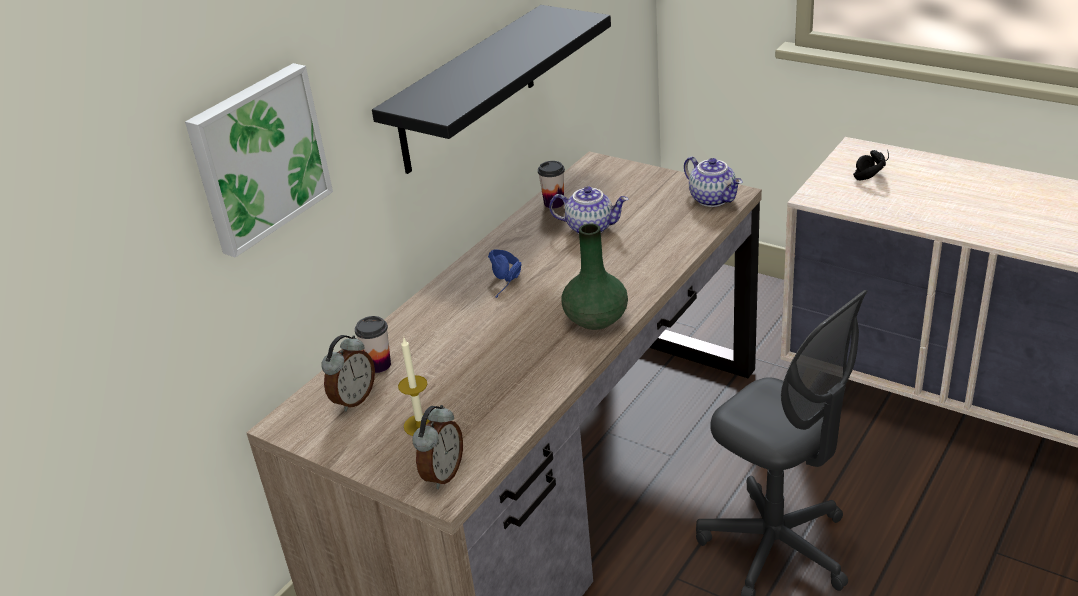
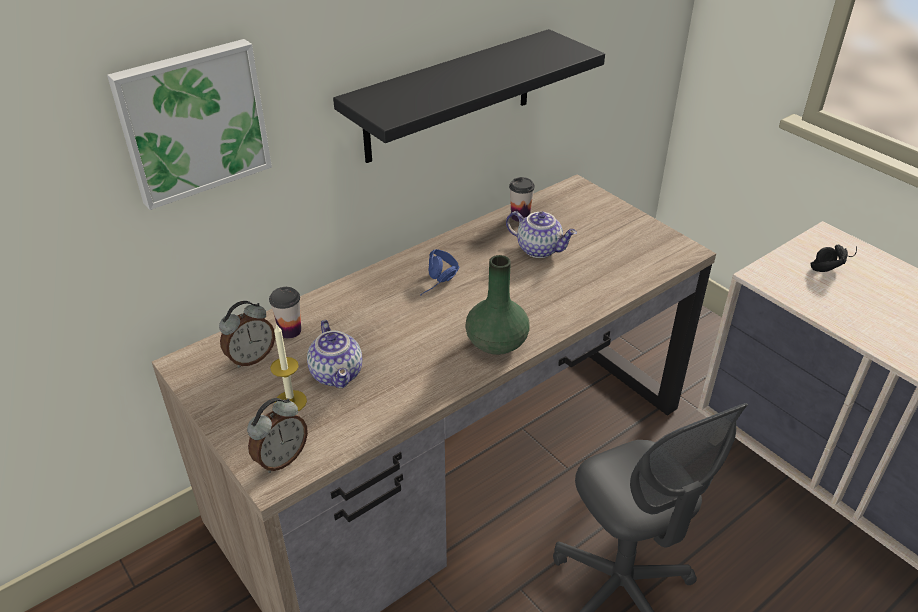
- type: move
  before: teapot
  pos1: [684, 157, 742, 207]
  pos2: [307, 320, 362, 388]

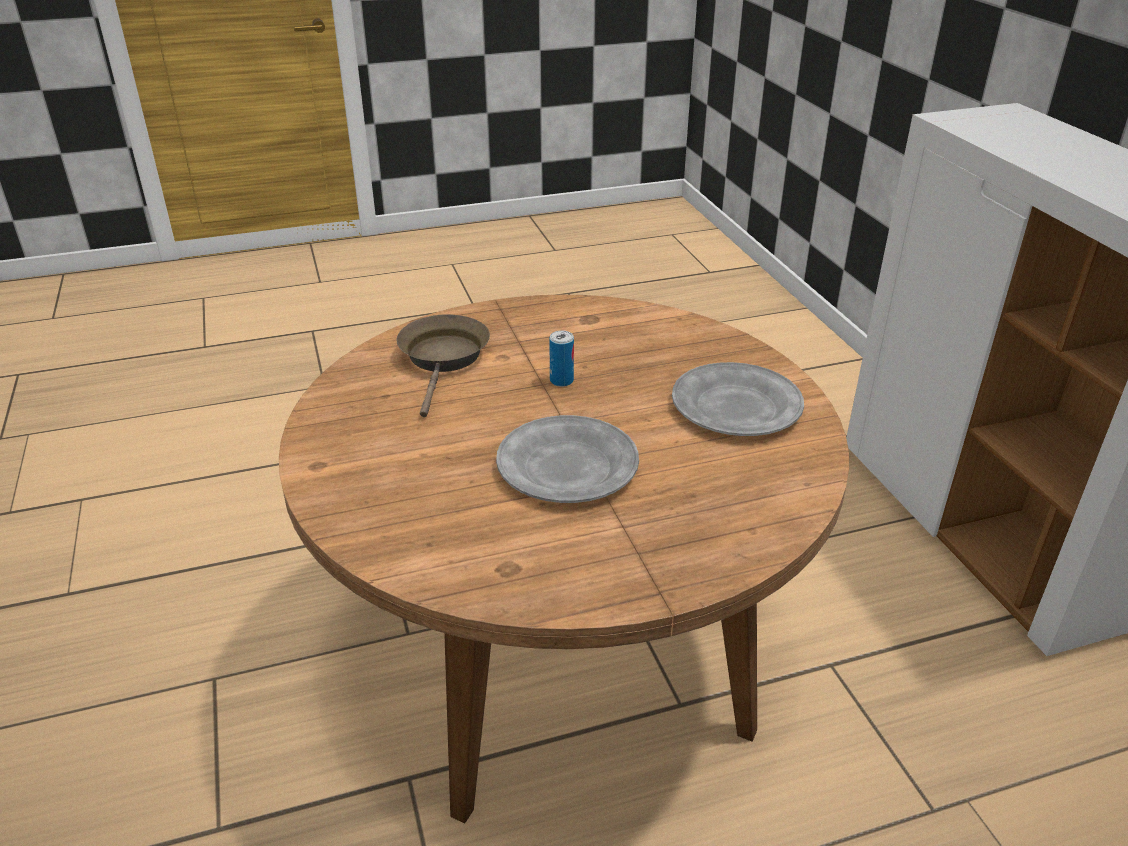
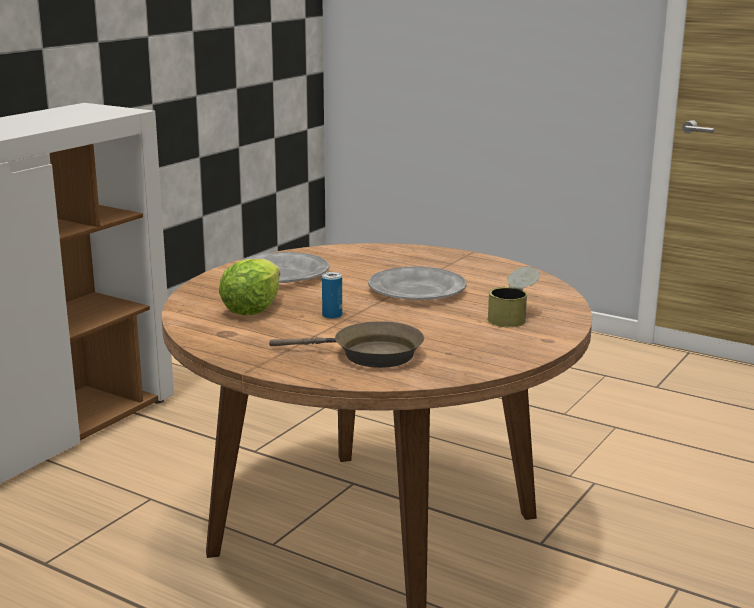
- type: rotate
  before: brown frying pan
  pos1: [396, 314, 490, 417]
  pos2: [269, 321, 424, 368]
  turn: -135
- type: insert
  after: lettuce
  pos2: [219, 259, 280, 315]
- type: insert
  after: can
  pos2: [488, 267, 540, 327]

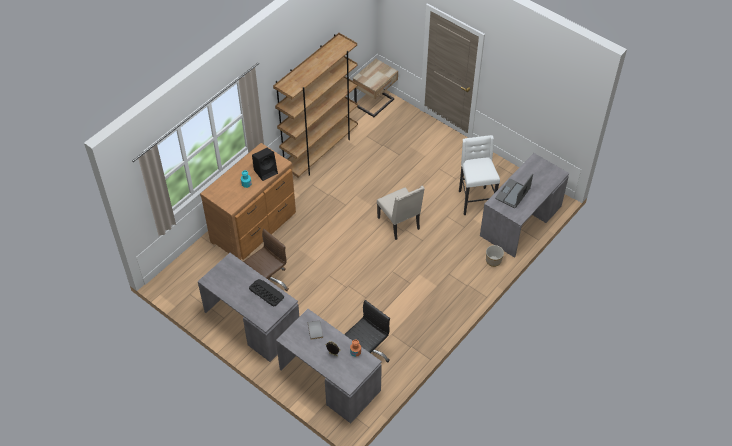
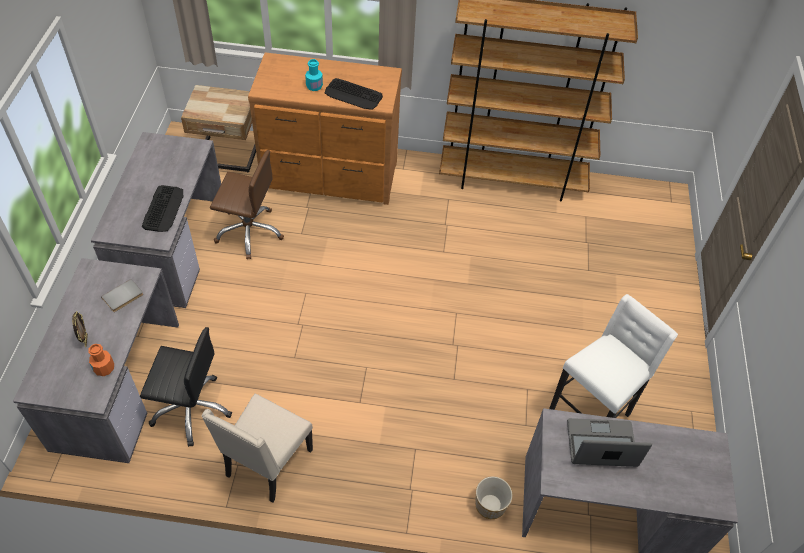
- type: replace
  before: black speaker
  after: keyboard
  pos1: [252, 148, 278, 181]
  pos2: [325, 78, 383, 110]
- type: move
  before: beige nightstand
  pos1: [353, 59, 398, 117]
  pos2: [181, 85, 256, 172]
- type: move
  before: beige chair
  pos1: [377, 186, 425, 240]
  pos2: [202, 394, 313, 503]

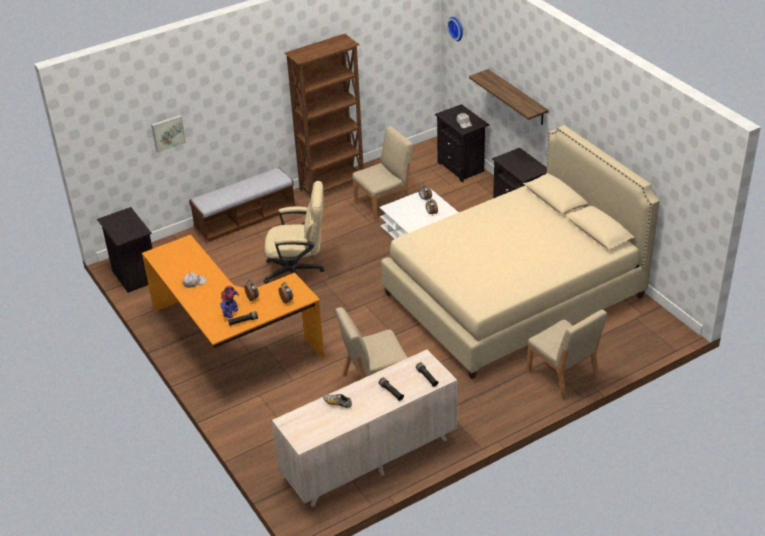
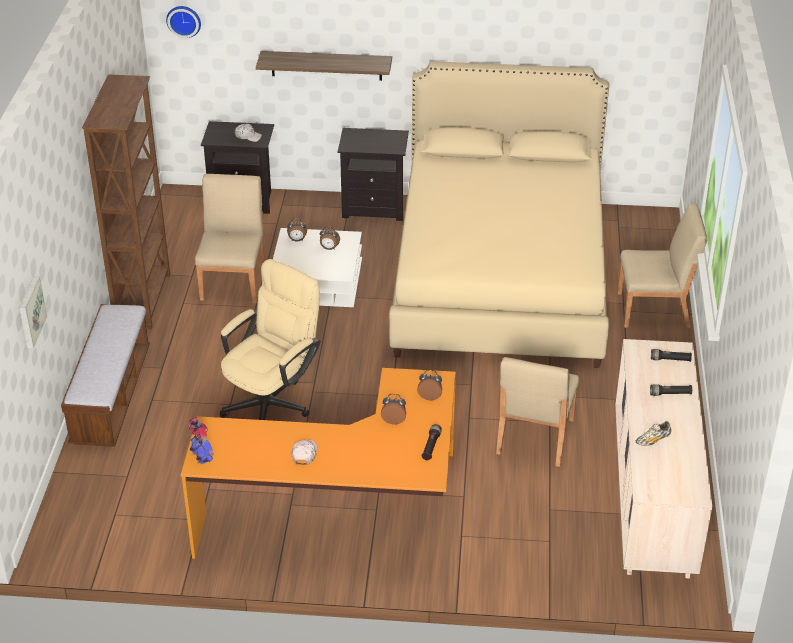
- type: delete
  before: black nightstand
  pos1: [97, 207, 153, 293]
- type: move
  before: toy robot
  pos1: [220, 286, 239, 318]
  pos2: [189, 417, 214, 464]

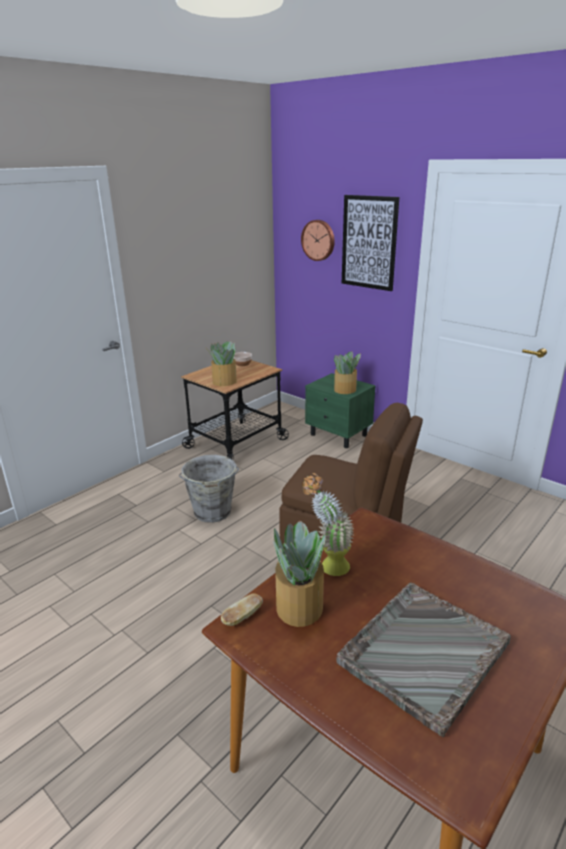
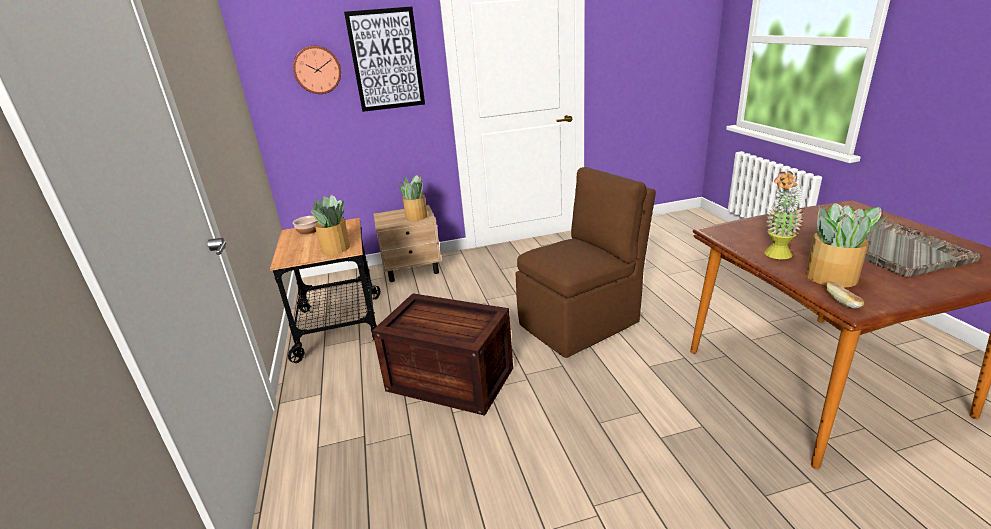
- type: replace
  before: grey bucket
  after: crate
  pos1: [179, 455, 239, 523]
  pos2: [372, 293, 513, 416]
- type: recolor
  before: green nightstand
  after: beige nightstand
  pos1: [305, 373, 376, 448]
  pos2: [374, 205, 442, 282]

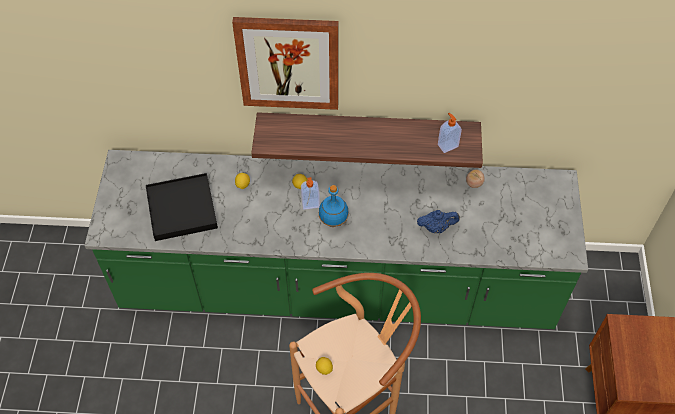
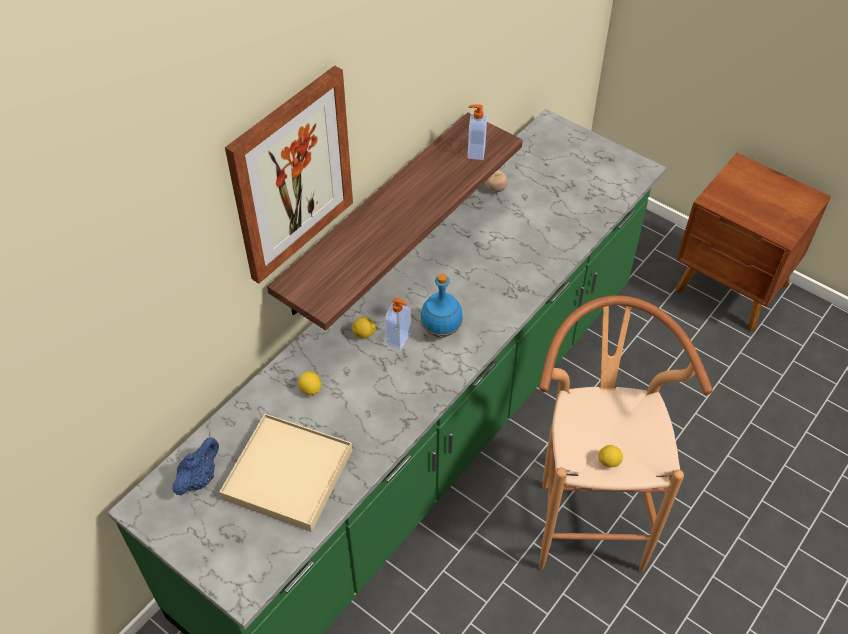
- type: recolor
  before: black tray
  after: beige tray
  pos1: [146, 173, 218, 241]
  pos2: [220, 414, 352, 532]
- type: move
  before: blue teapot
  pos1: [417, 210, 460, 233]
  pos2: [173, 437, 219, 495]

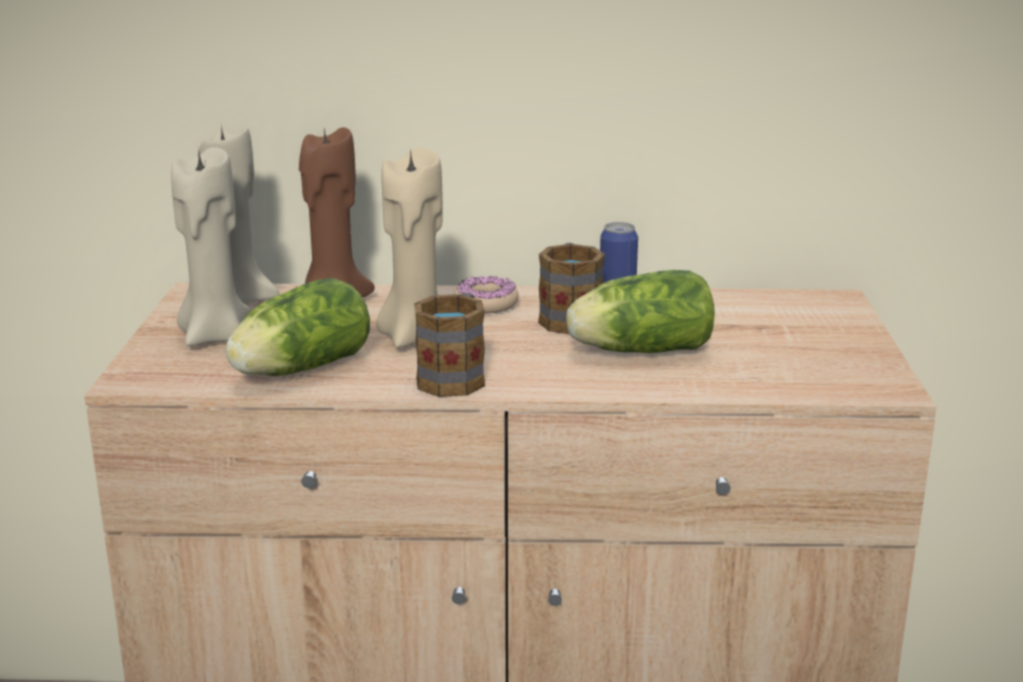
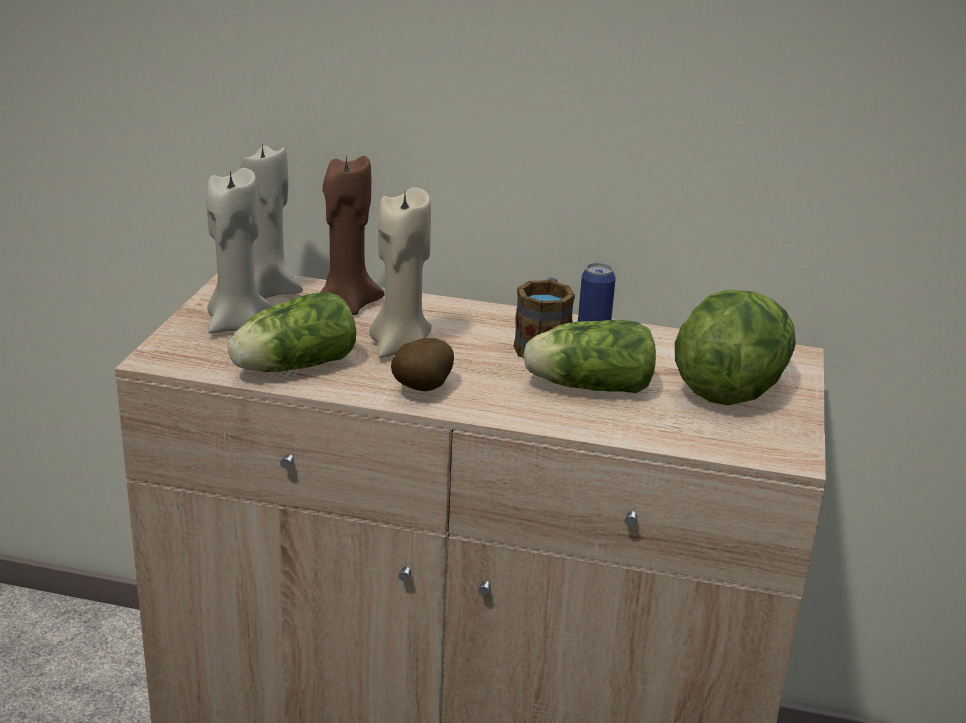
- type: replace
  before: mug
  after: potato
  pos1: [414, 293, 485, 397]
  pos2: [391, 338, 454, 391]
- type: delete
  before: donut
  pos1: [453, 276, 519, 313]
- type: insert
  after: lettuce
  pos2: [675, 290, 796, 405]

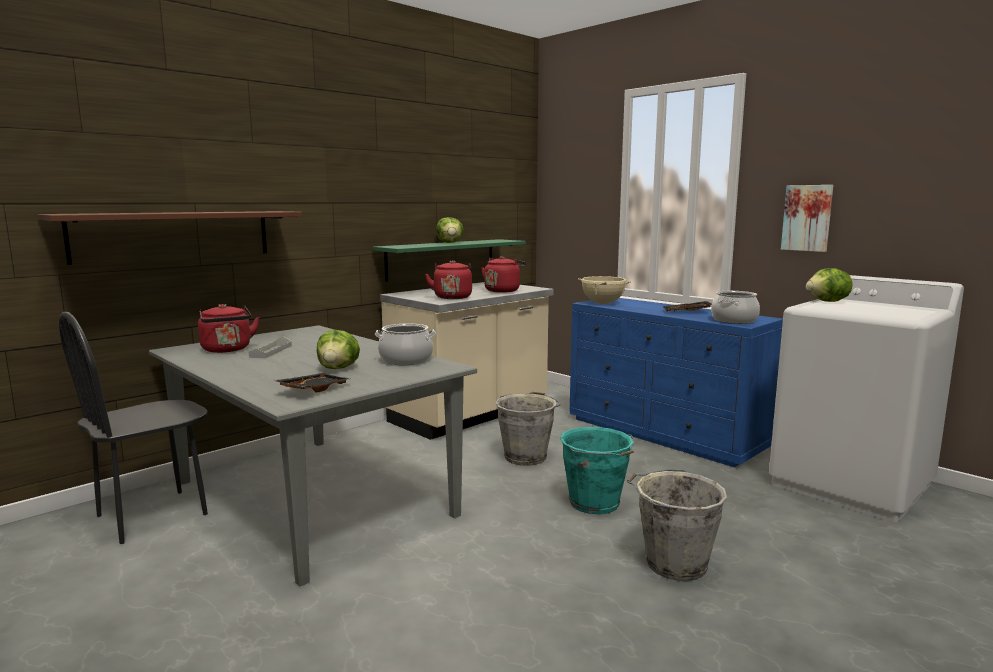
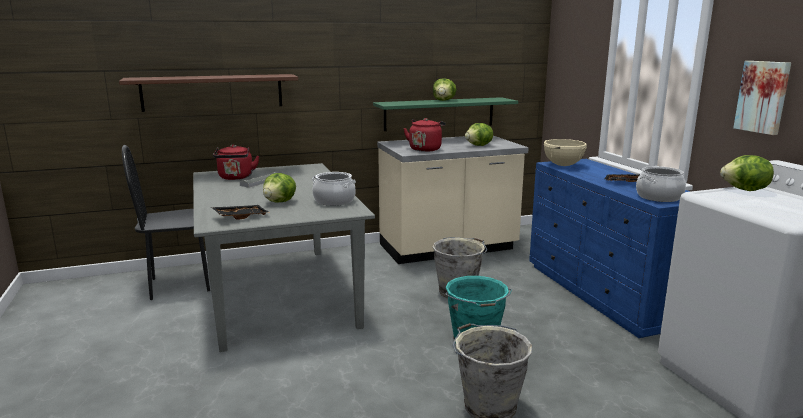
- type: replace
  before: red kettle
  after: lettuce
  pos1: [481, 256, 526, 293]
  pos2: [465, 123, 493, 146]

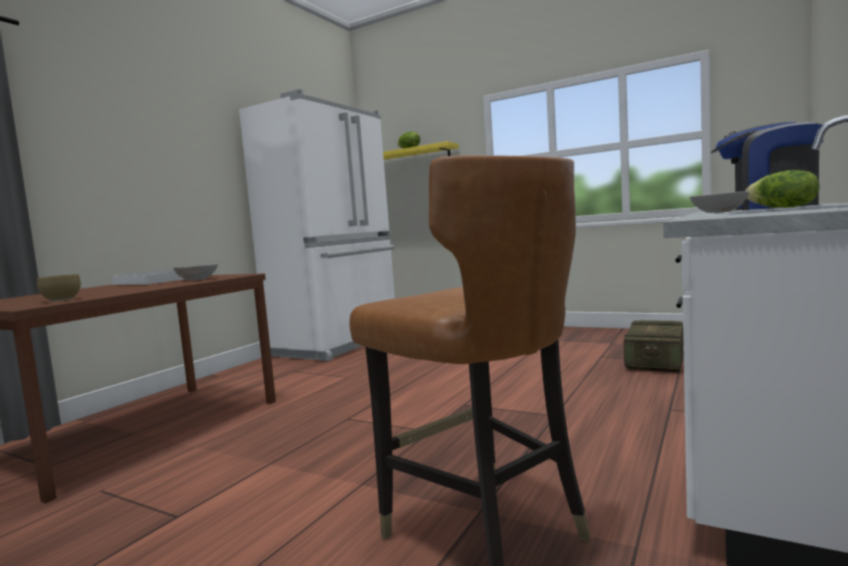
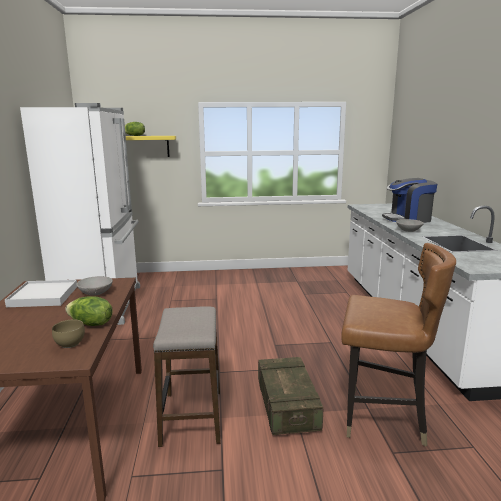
- type: move
  before: crate
  pos1: [624, 320, 683, 372]
  pos2: [258, 357, 323, 435]
- type: move
  before: lettuce
  pos1: [746, 170, 820, 208]
  pos2: [65, 296, 113, 326]
- type: insert
  after: stool
  pos2: [153, 306, 220, 447]

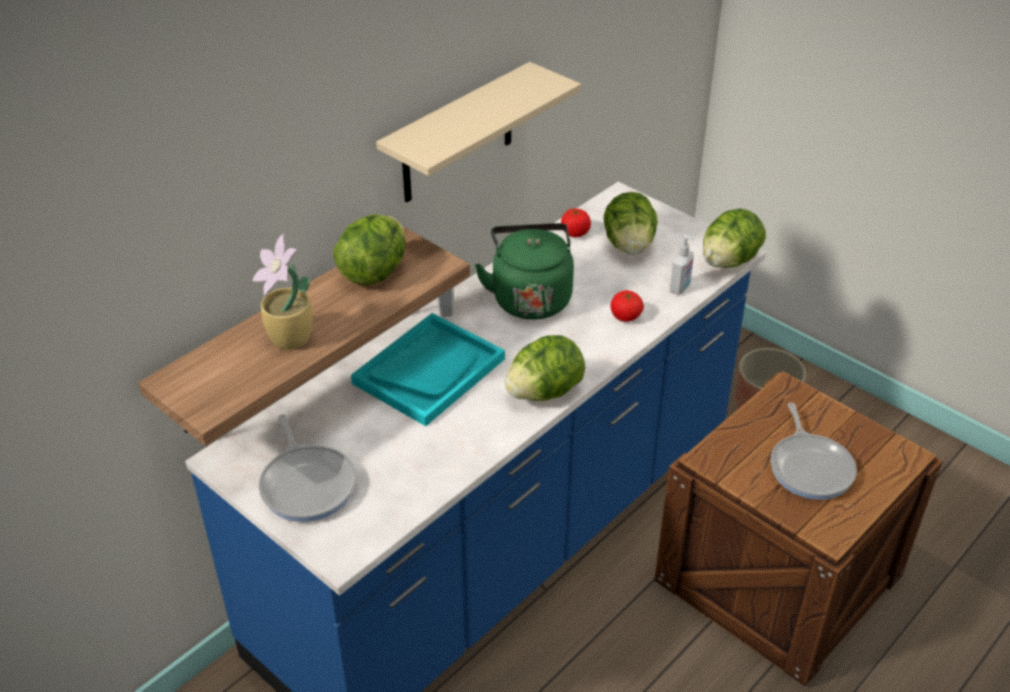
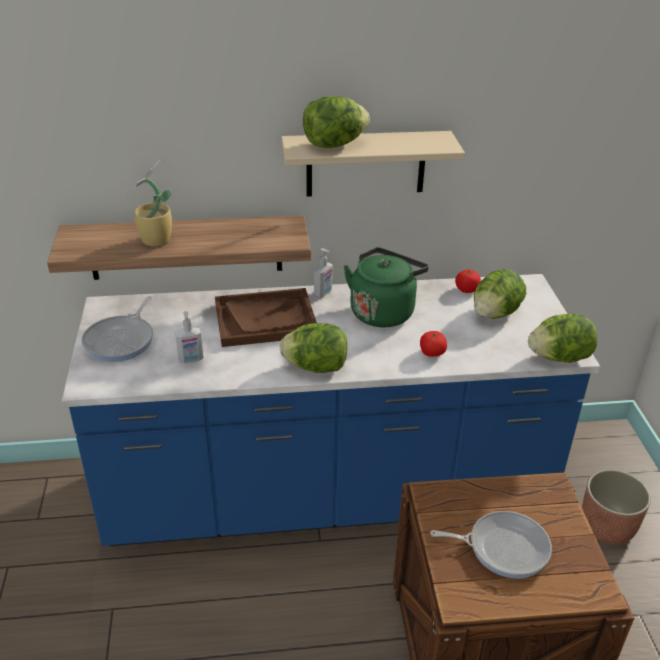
- type: move
  before: lettuce
  pos1: [333, 214, 406, 286]
  pos2: [303, 96, 370, 148]
- type: recolor
  before: turquoise tray
  after: brown tray
  pos1: [351, 313, 505, 426]
  pos2: [215, 288, 317, 347]
- type: move
  before: soap dispenser
  pos1: [670, 234, 695, 295]
  pos2: [175, 311, 203, 363]
- type: rotate
  before: frying pan
  pos1: [771, 402, 857, 500]
  pos2: [430, 511, 552, 578]
  turn: -120

